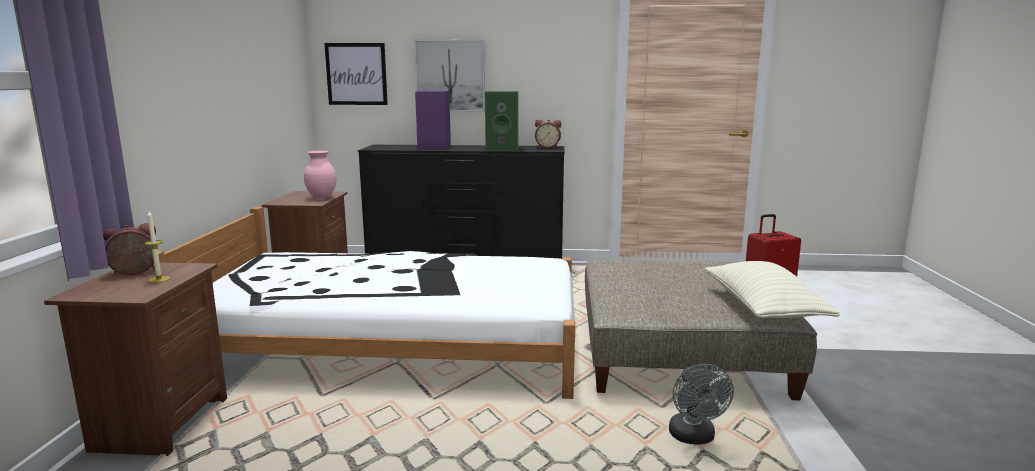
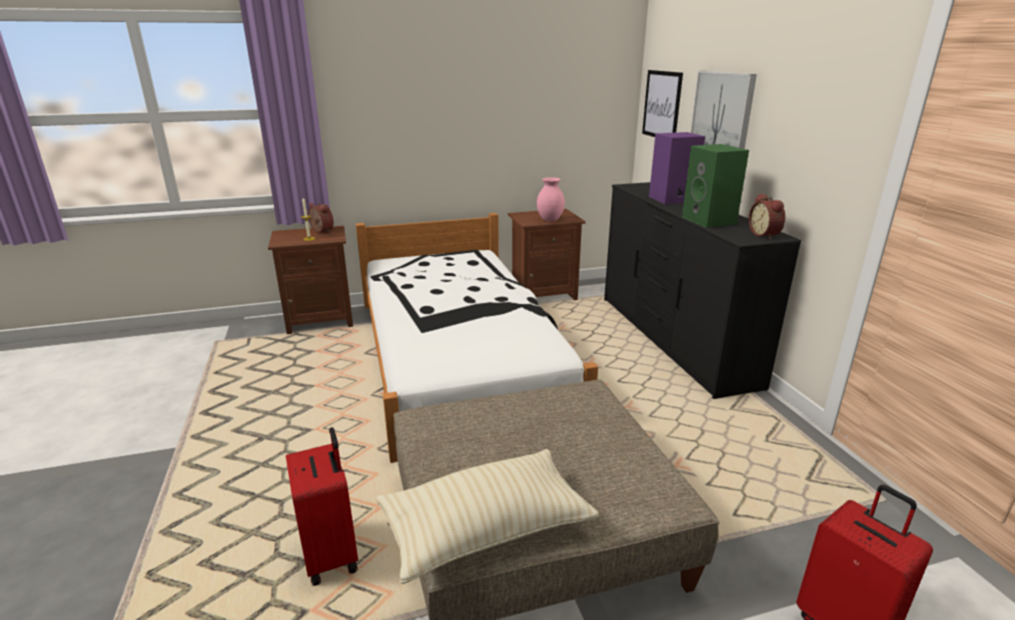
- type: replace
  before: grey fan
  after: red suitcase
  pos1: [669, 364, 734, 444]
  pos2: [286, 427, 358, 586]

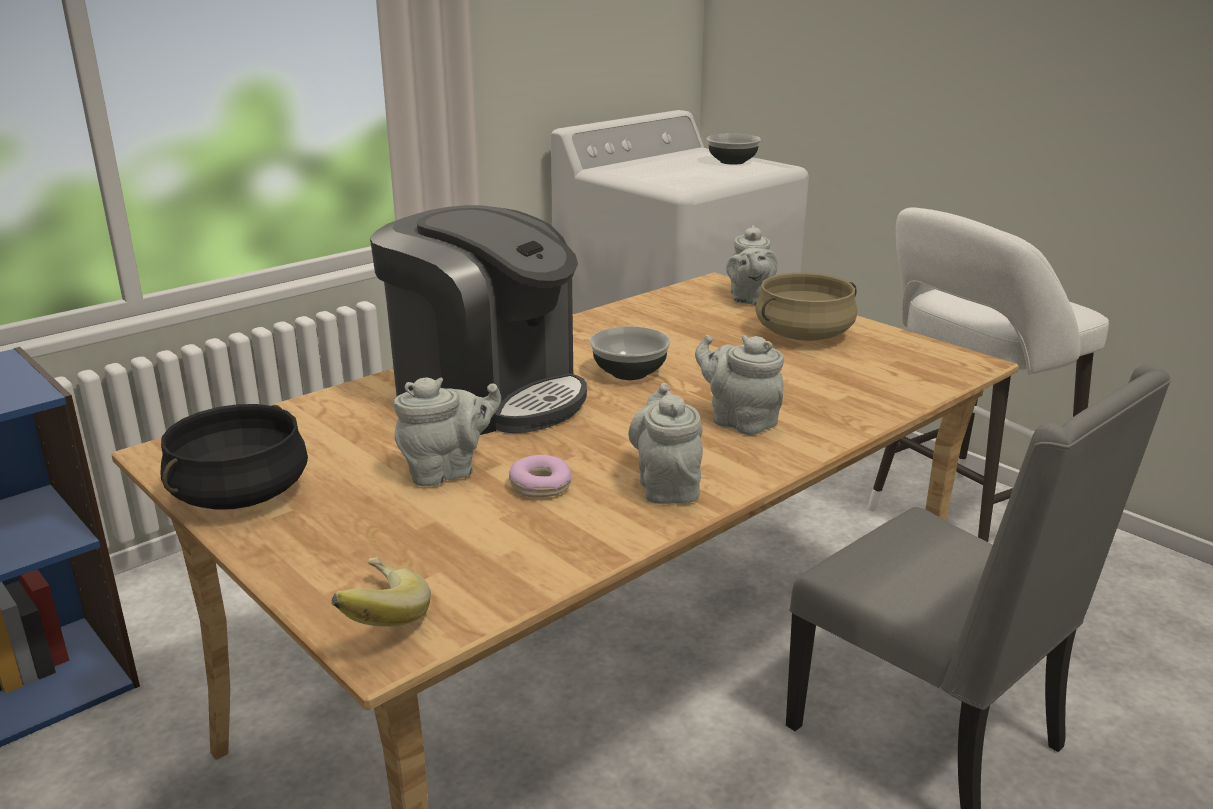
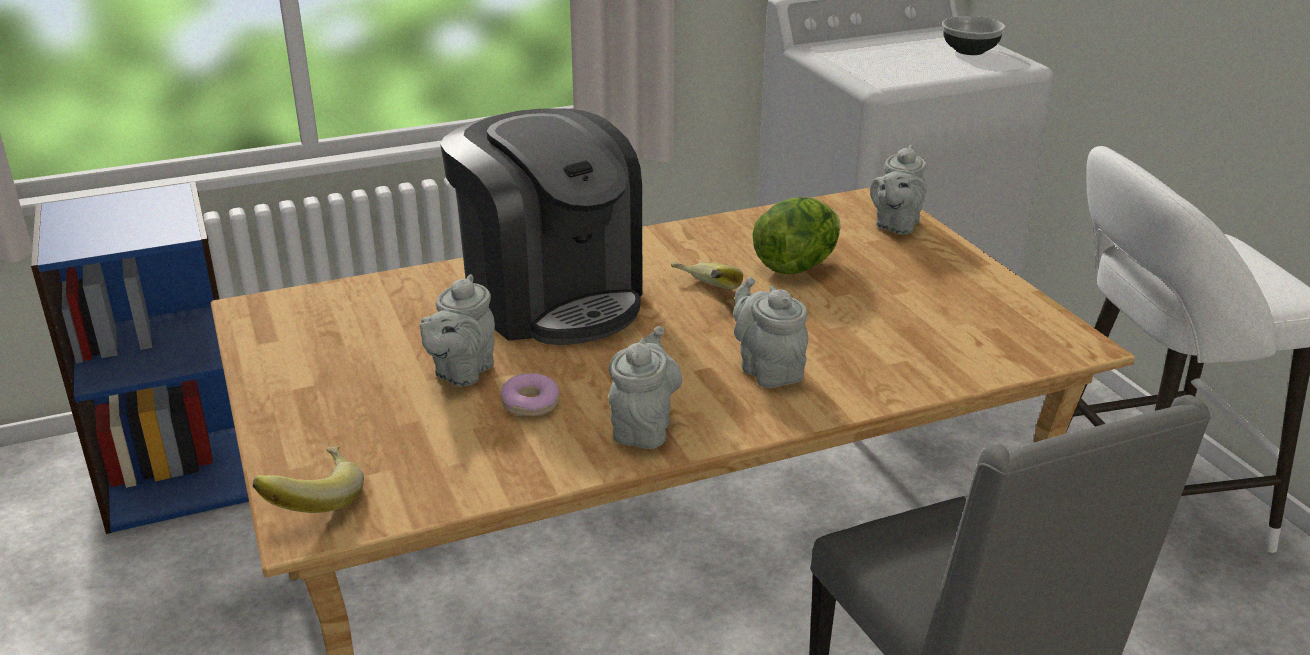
- type: delete
  before: black cooking pot
  pos1: [160, 404, 308, 510]
- type: rotate
  before: grey teapot
  pos1: [393, 377, 501, 486]
  pos2: [419, 274, 495, 387]
  turn: 120
- type: replace
  before: bowl
  after: banana
  pos1: [590, 326, 671, 380]
  pos2: [671, 262, 743, 289]
- type: delete
  before: beige cooking pot
  pos1: [755, 272, 857, 341]
- type: insert
  after: lettuce
  pos2: [753, 197, 841, 274]

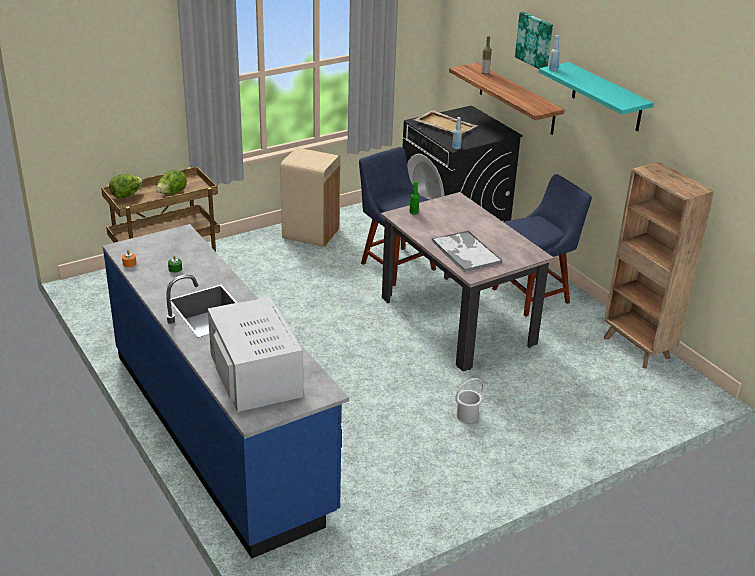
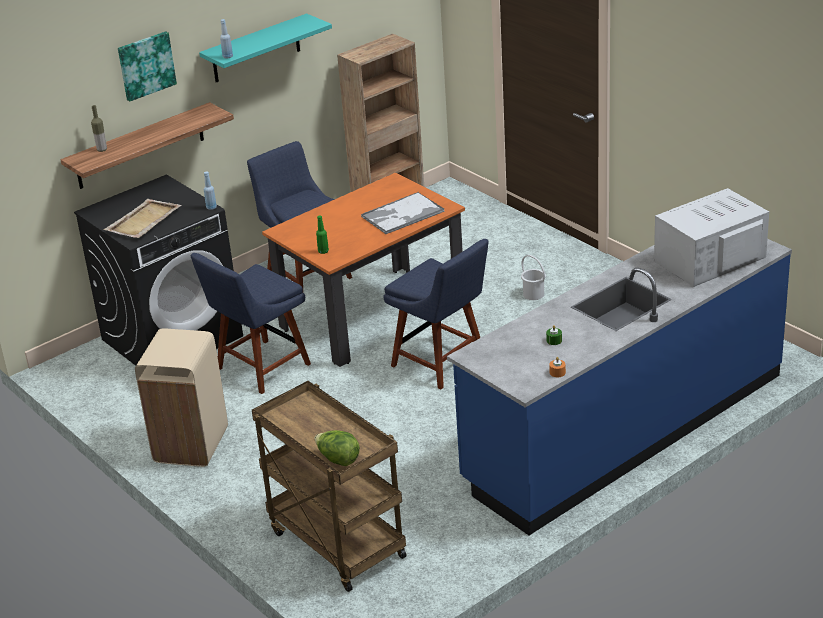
- type: delete
  before: lettuce
  pos1: [156, 170, 187, 194]
- type: recolor
  before: beige dining table
  after: orange dining table
  pos1: [381, 192, 554, 371]
  pos2: [262, 172, 465, 367]
- type: insert
  after: blue chair
  pos2: [383, 239, 488, 390]

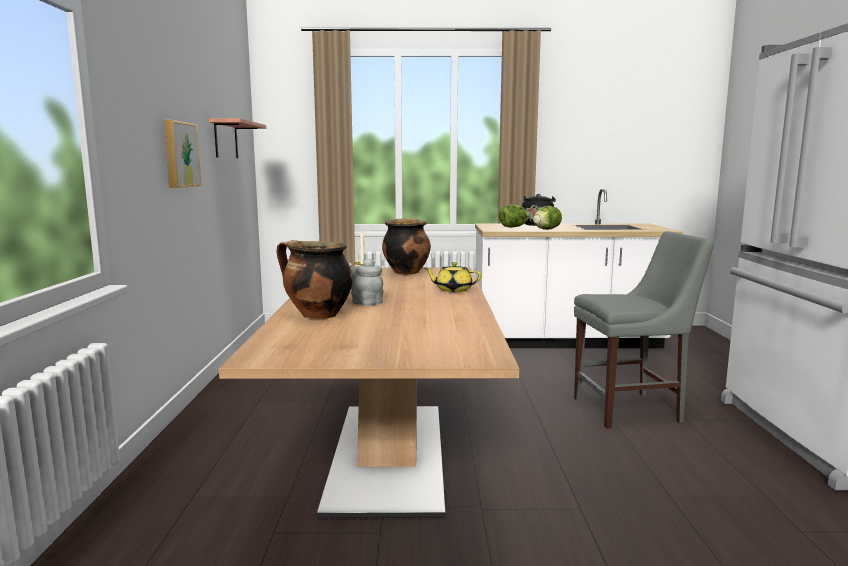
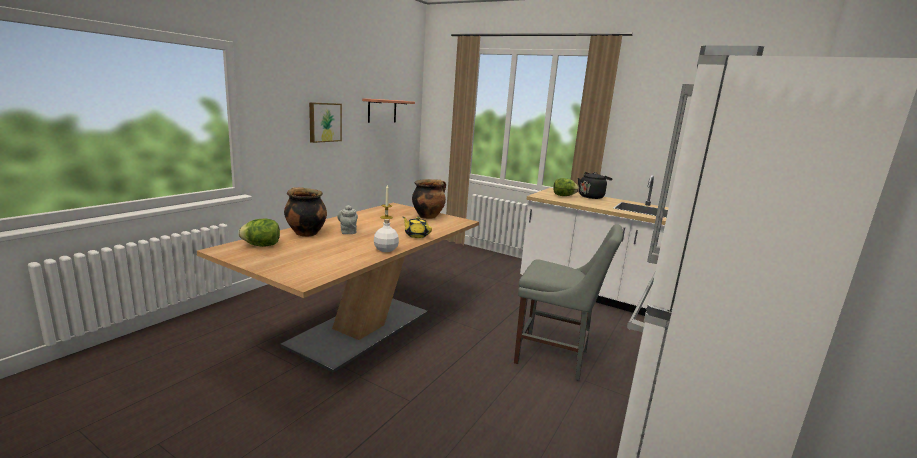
- type: move
  before: lettuce
  pos1: [533, 206, 562, 230]
  pos2: [238, 219, 280, 247]
- type: insert
  after: white bottle
  pos2: [374, 219, 399, 252]

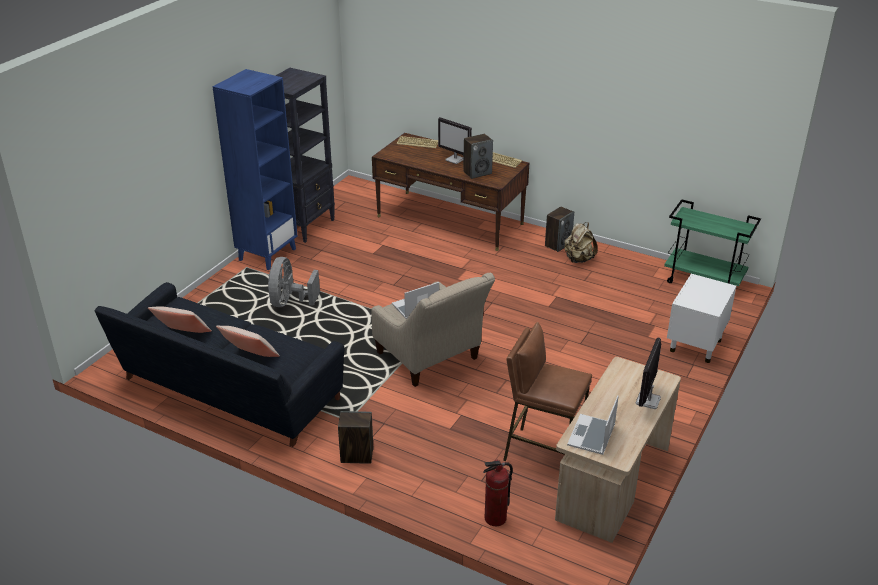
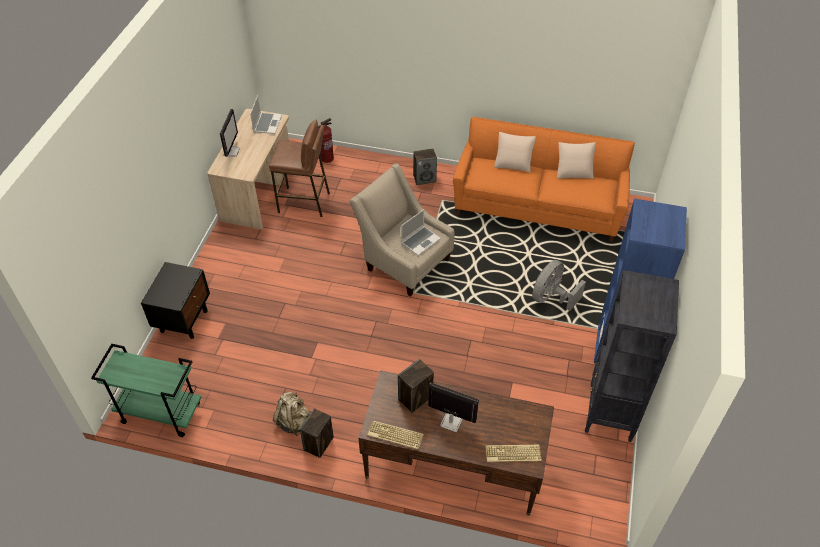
- type: recolor
  before: black sofa
  after: orange sofa
  pos1: [94, 282, 344, 447]
  pos2: [453, 117, 635, 242]
- type: rotate
  before: grey fan
  pos1: [268, 257, 320, 307]
  pos2: [532, 260, 586, 311]
  turn: -135
- type: recolor
  before: white nightstand
  after: black nightstand
  pos1: [667, 274, 736, 363]
  pos2: [141, 262, 210, 339]

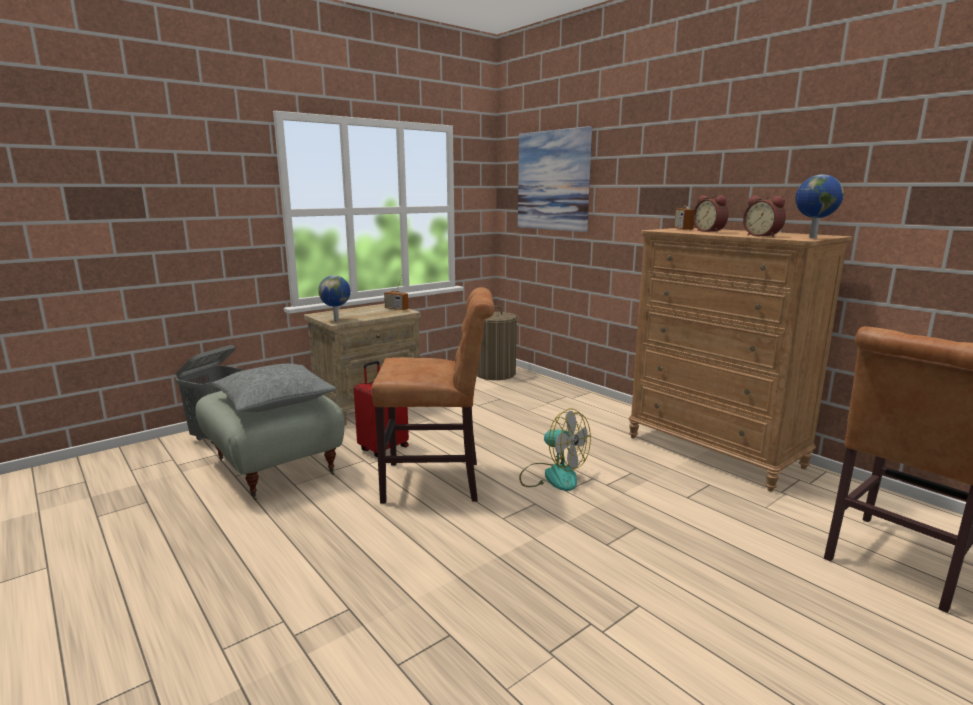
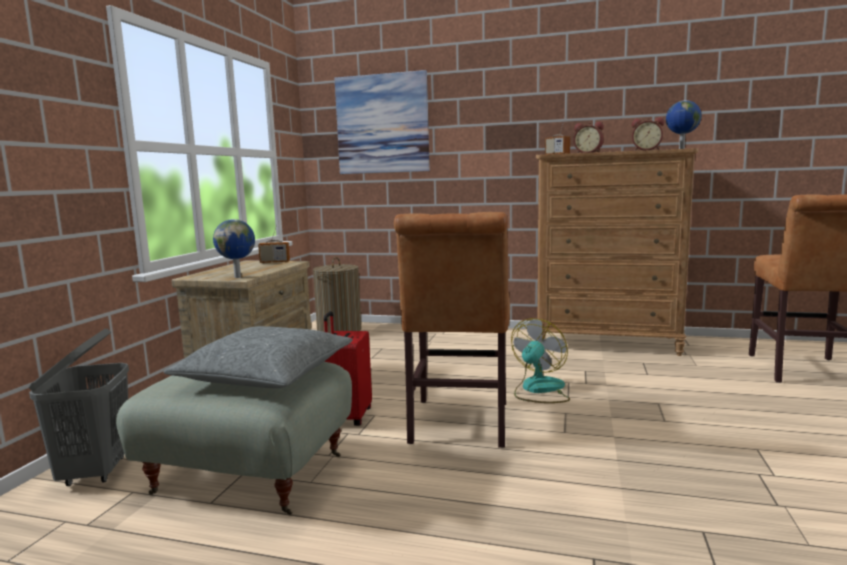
- type: rotate
  before: brown chair
  pos1: [372, 287, 495, 504]
  pos2: [394, 212, 510, 448]
  turn: 135
- type: rotate
  before: fan
  pos1: [519, 409, 591, 491]
  pos2: [511, 318, 570, 403]
  turn: -60

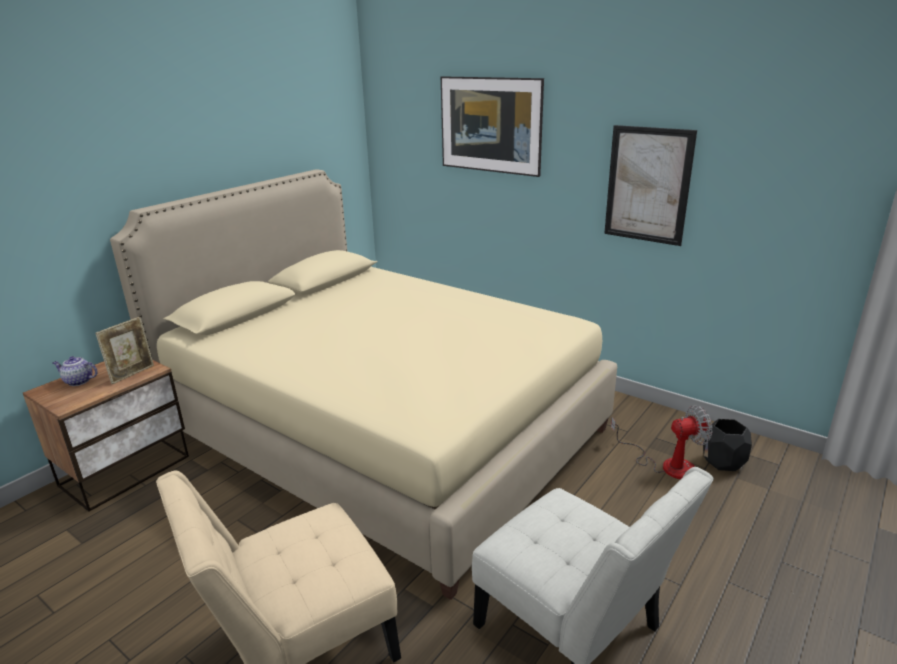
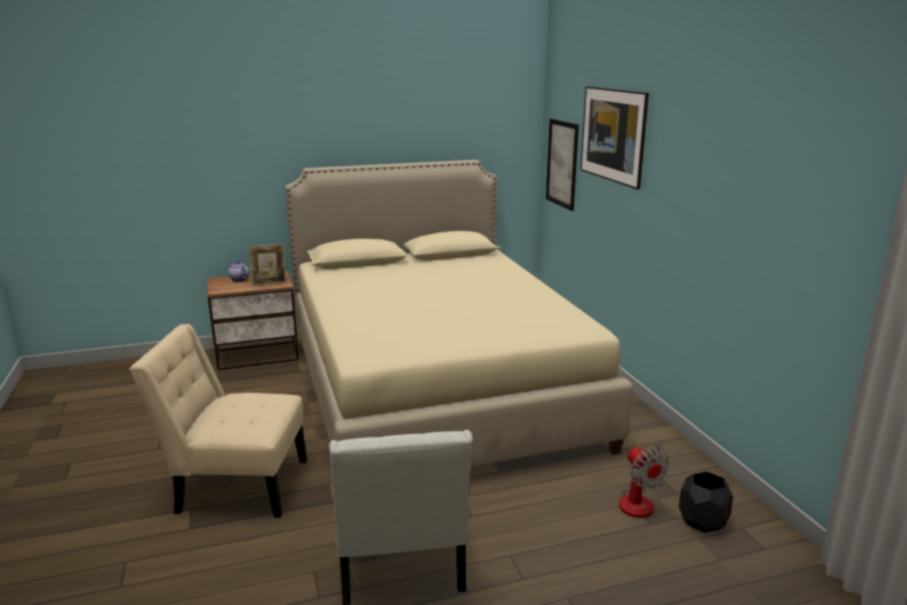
- type: move
  before: picture
  pos1: [604, 125, 697, 246]
  pos2: [546, 119, 579, 211]
- type: rotate
  before: fan
  pos1: [611, 405, 713, 479]
  pos2: [619, 440, 669, 518]
  turn: 45

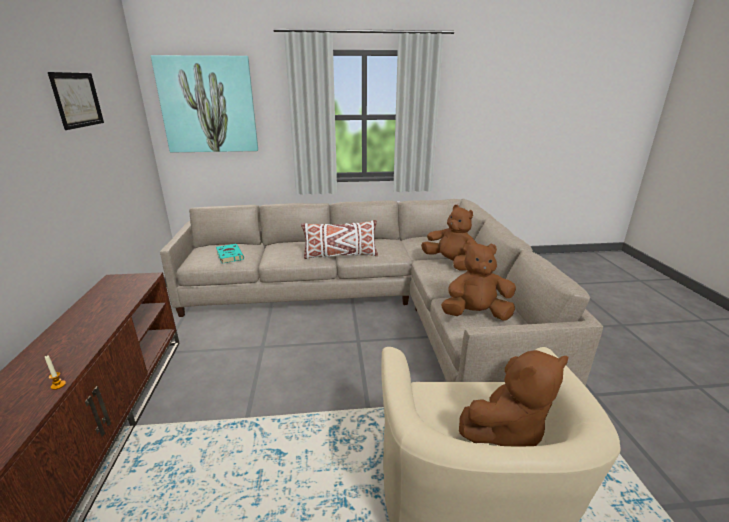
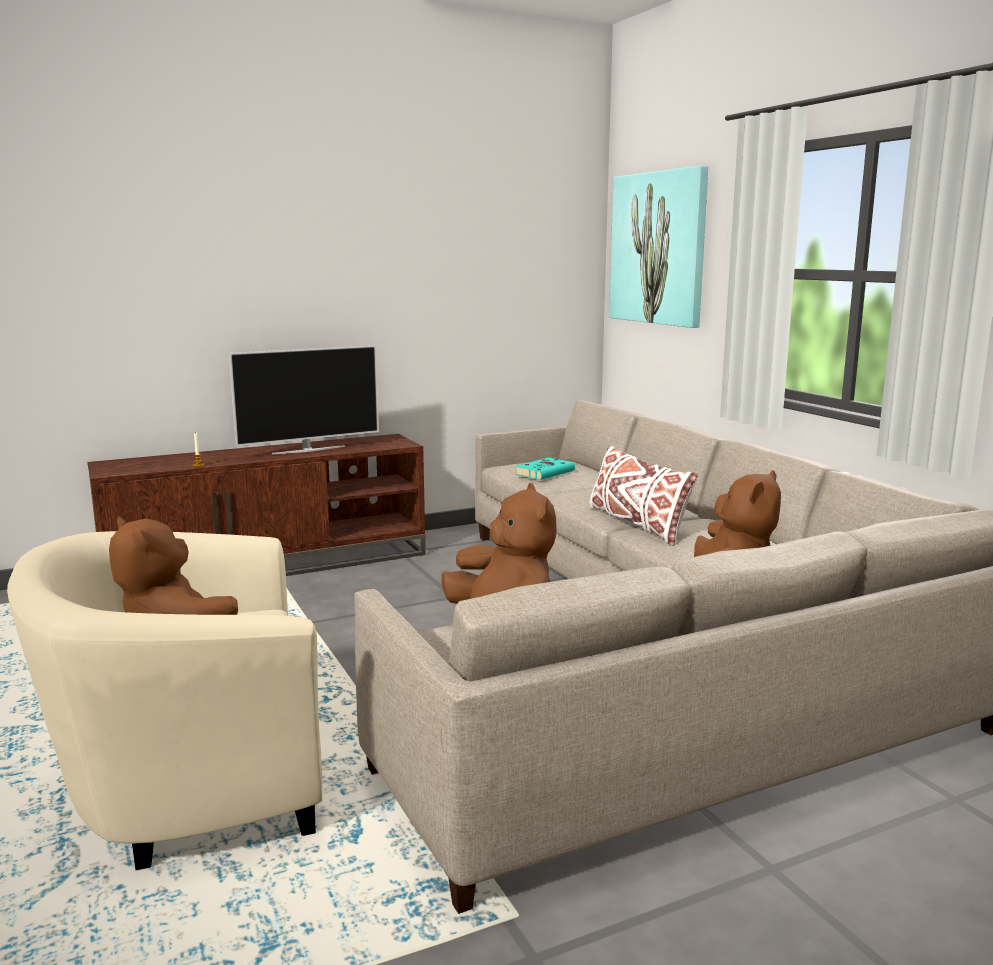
- type: delete
  before: picture
  pos1: [48, 72, 104, 130]
- type: insert
  after: television
  pos2: [229, 345, 379, 454]

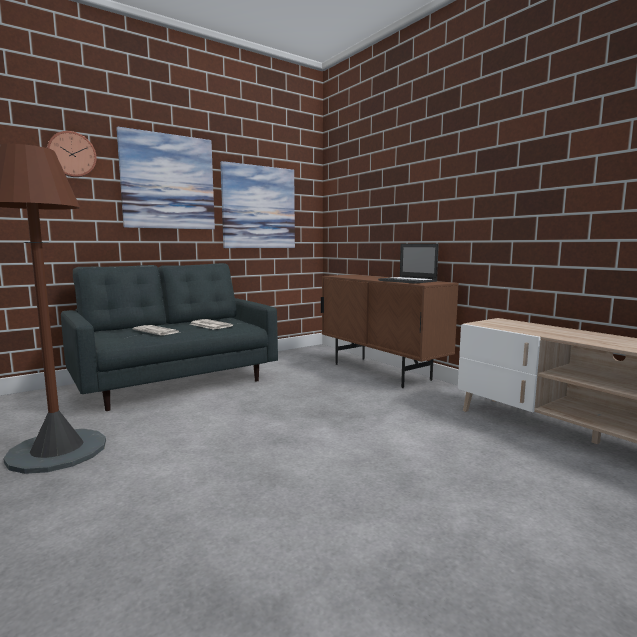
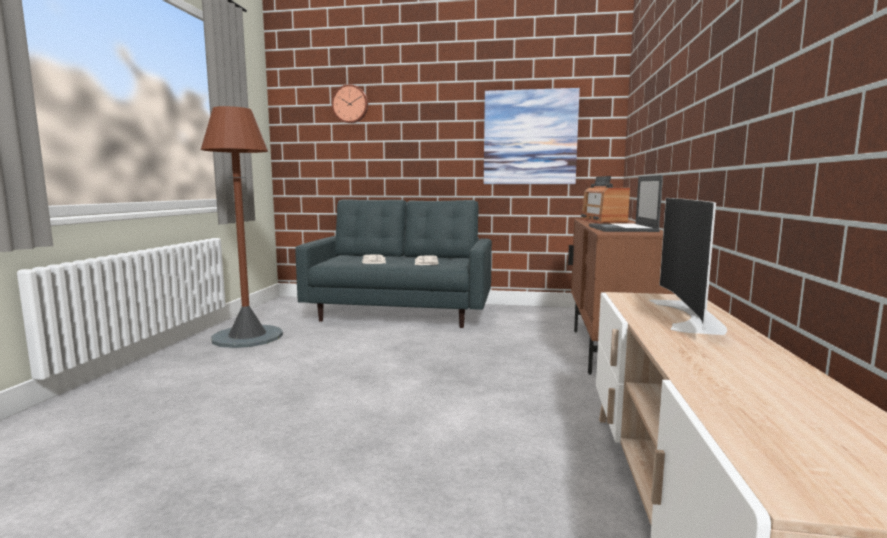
- type: delete
  before: picture
  pos1: [116, 127, 215, 230]
- type: insert
  after: radio
  pos2: [580, 176, 630, 223]
- type: insert
  after: television
  pos2: [649, 198, 727, 335]

